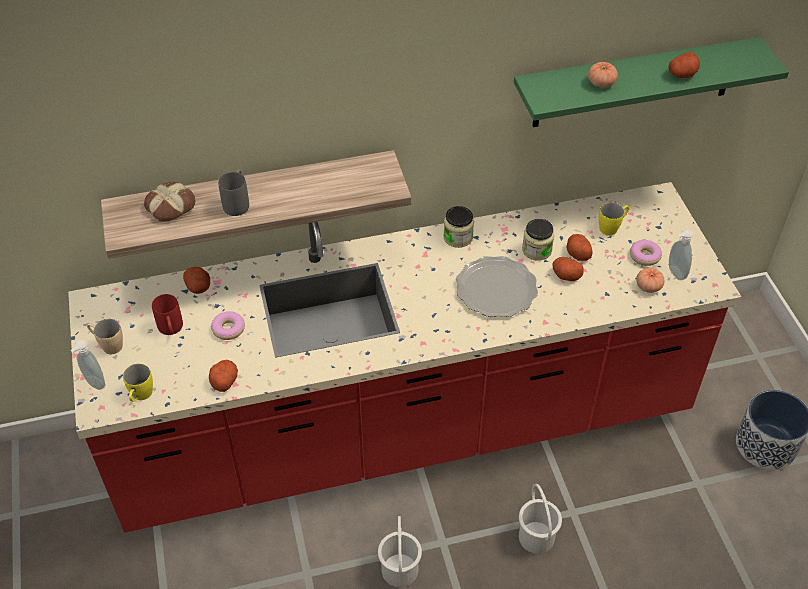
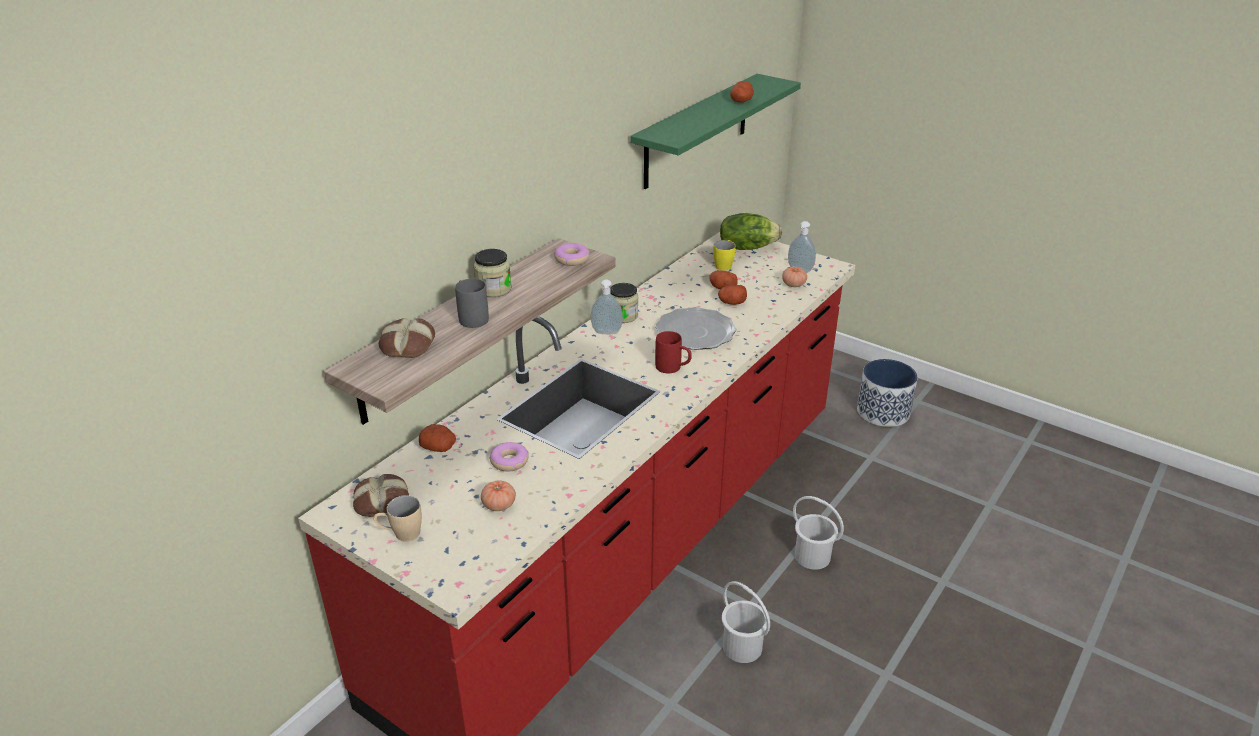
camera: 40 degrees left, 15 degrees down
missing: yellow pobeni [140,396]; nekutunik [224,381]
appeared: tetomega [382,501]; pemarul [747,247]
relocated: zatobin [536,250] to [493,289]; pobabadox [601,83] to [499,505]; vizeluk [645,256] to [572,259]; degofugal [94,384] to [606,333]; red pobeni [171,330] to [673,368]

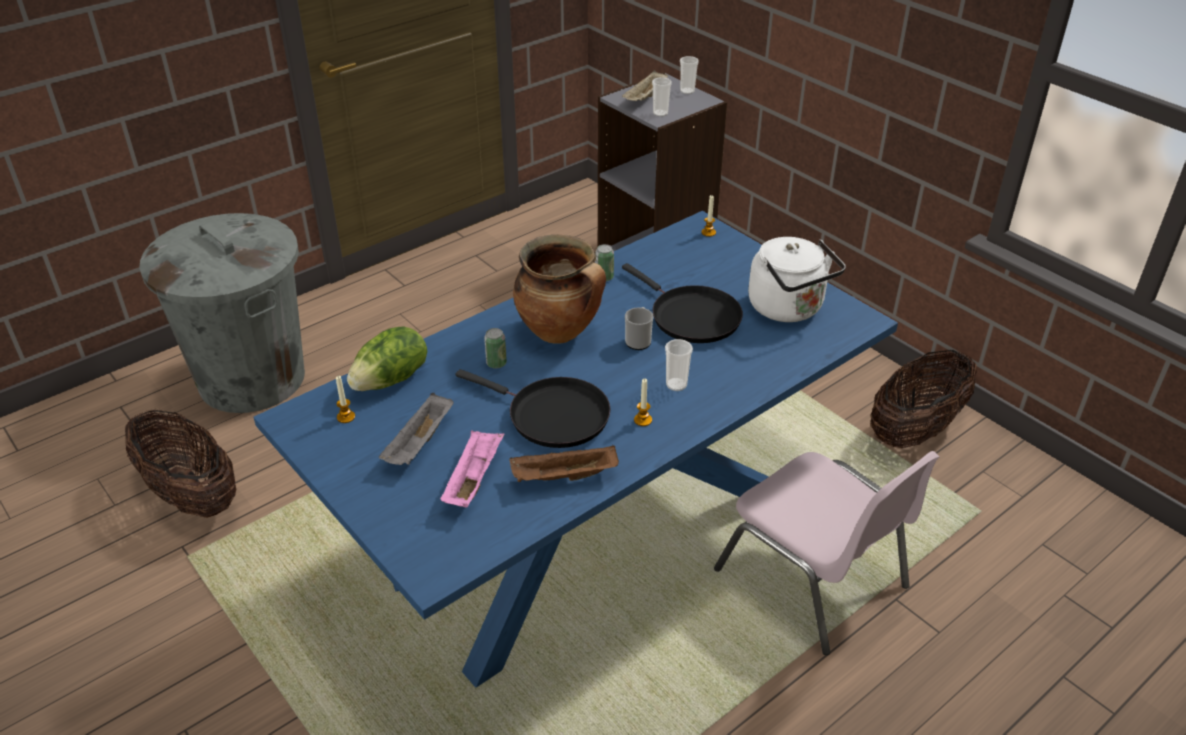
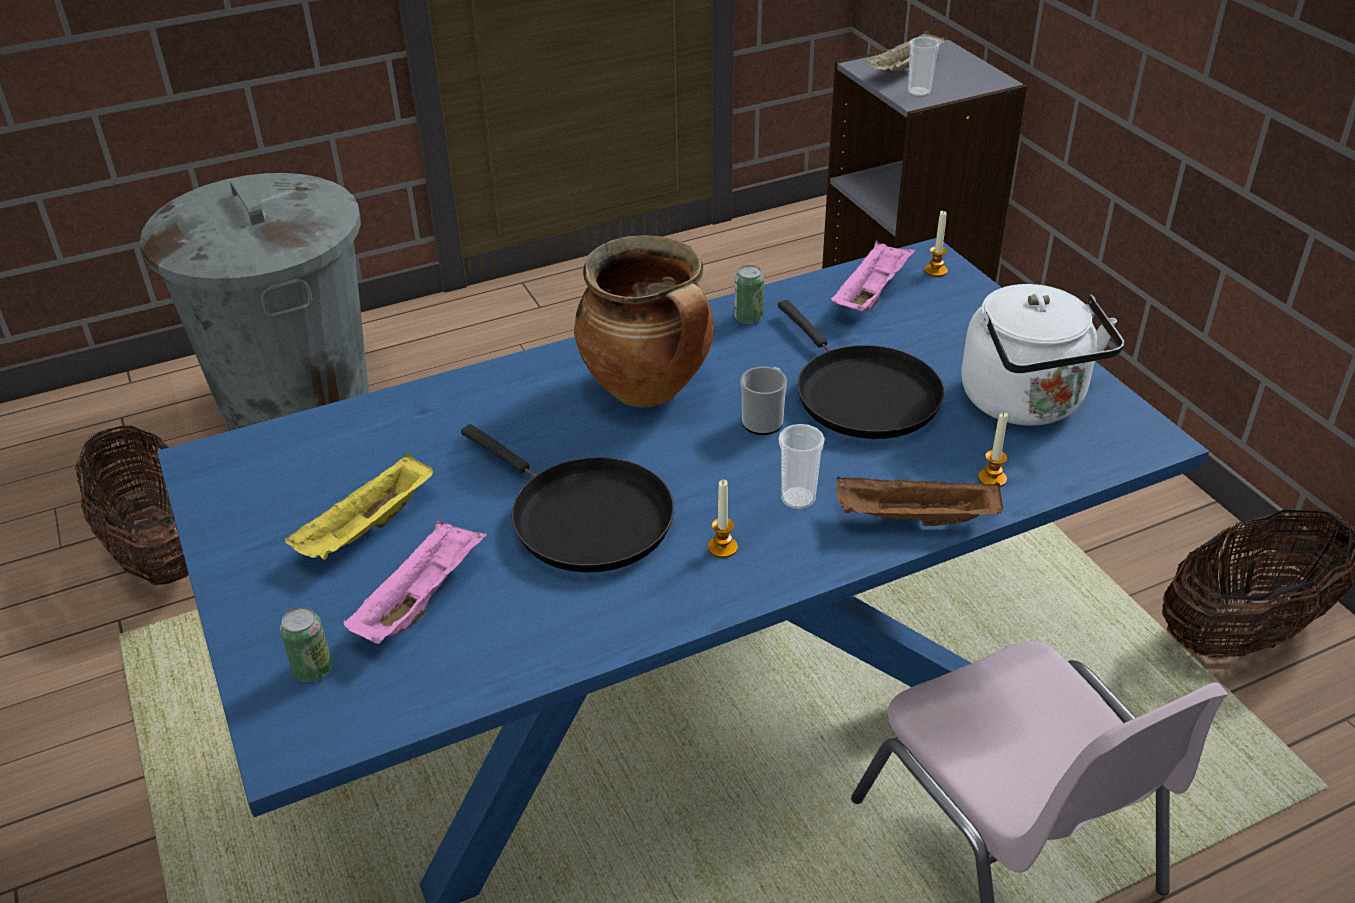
camera: 15 degrees right, 0 degrees up
missing: pemarul [392,379]; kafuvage [687,91]
appeared: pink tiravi [871,294]
relocated: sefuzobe [496,363] to [313,670]; brown tiravi [563,477] to [913,520]; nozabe [346,417] to [992,479]
colour: grey tiravi [420,444] to yellow tiravi [367,529]

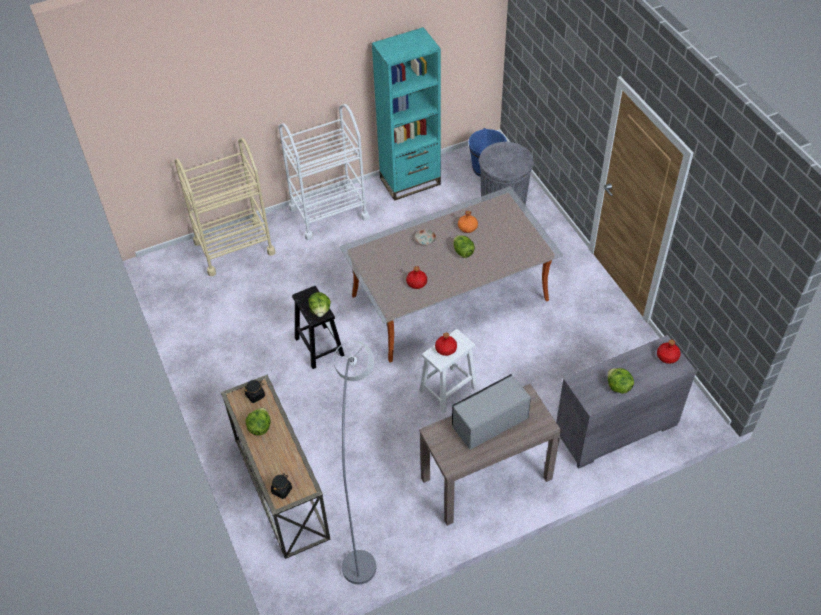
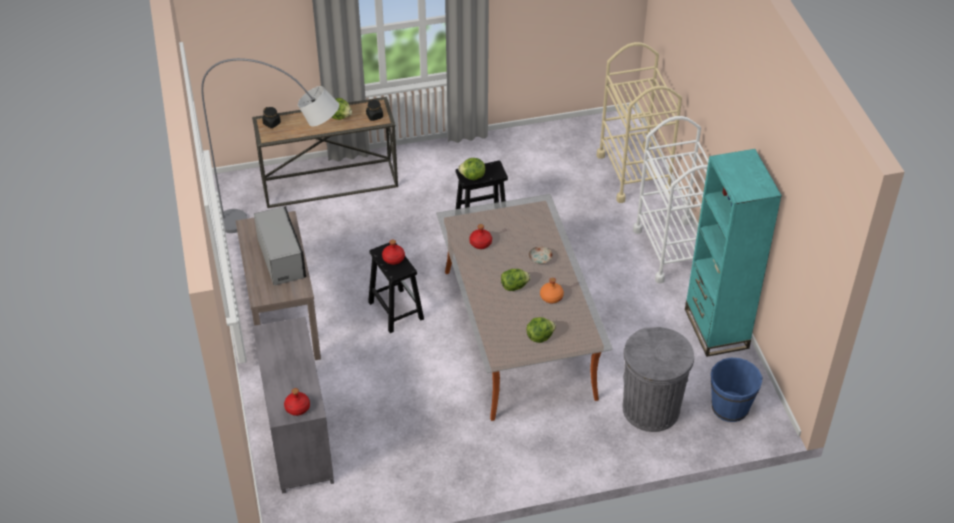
camera: 100 degrees right, 5 degrees down
relocated: pemarul [618,387] to [539,336]
colour: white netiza [447,390] to black netiza [395,310]

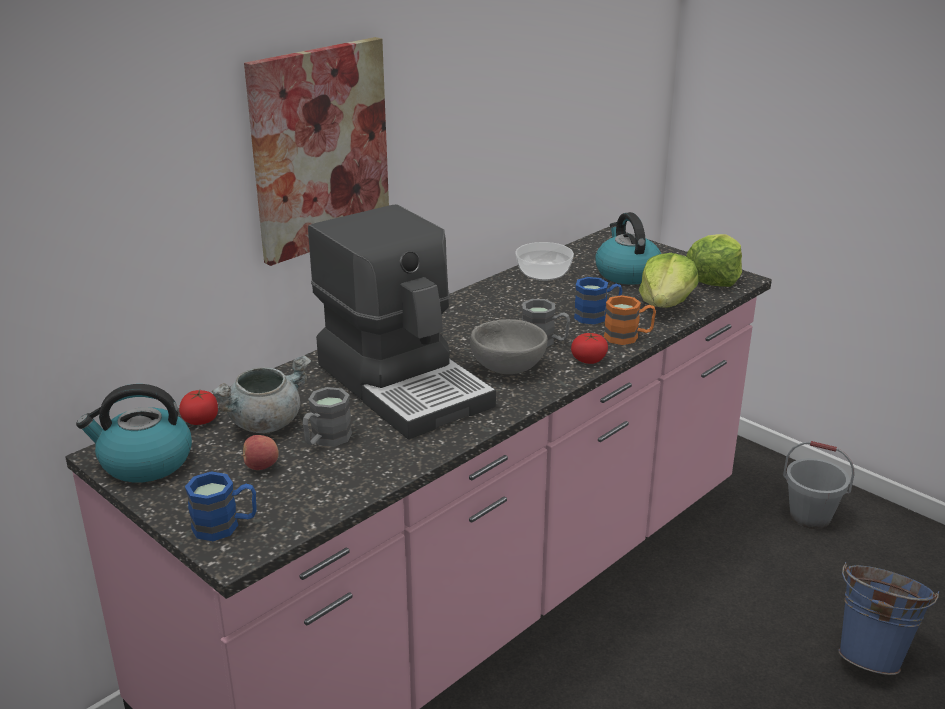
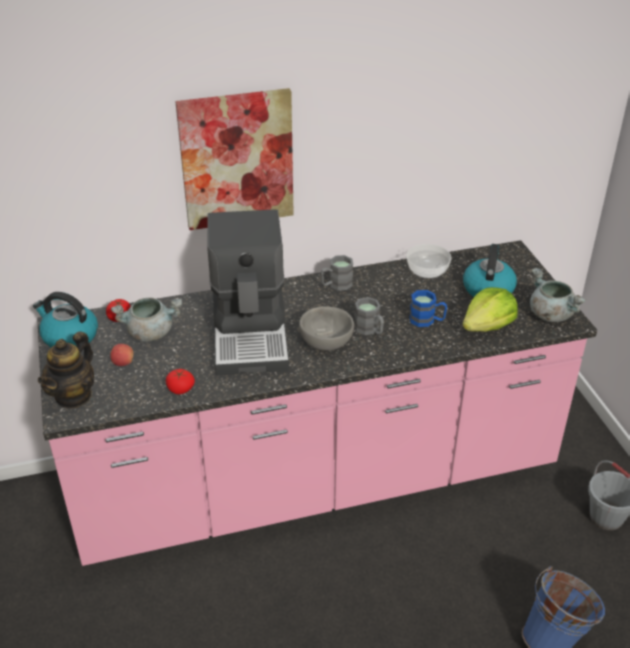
camera: 30 degrees right, 10 degrees up
missing: orange pobeni [628,337]
relocated: pobabadox [589,359] to [180,389]; grey pobeni [326,440] to [336,285]
exchanged: blue pobeni [225,526] to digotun [73,396]; pemarul [713,278] to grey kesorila [550,314]

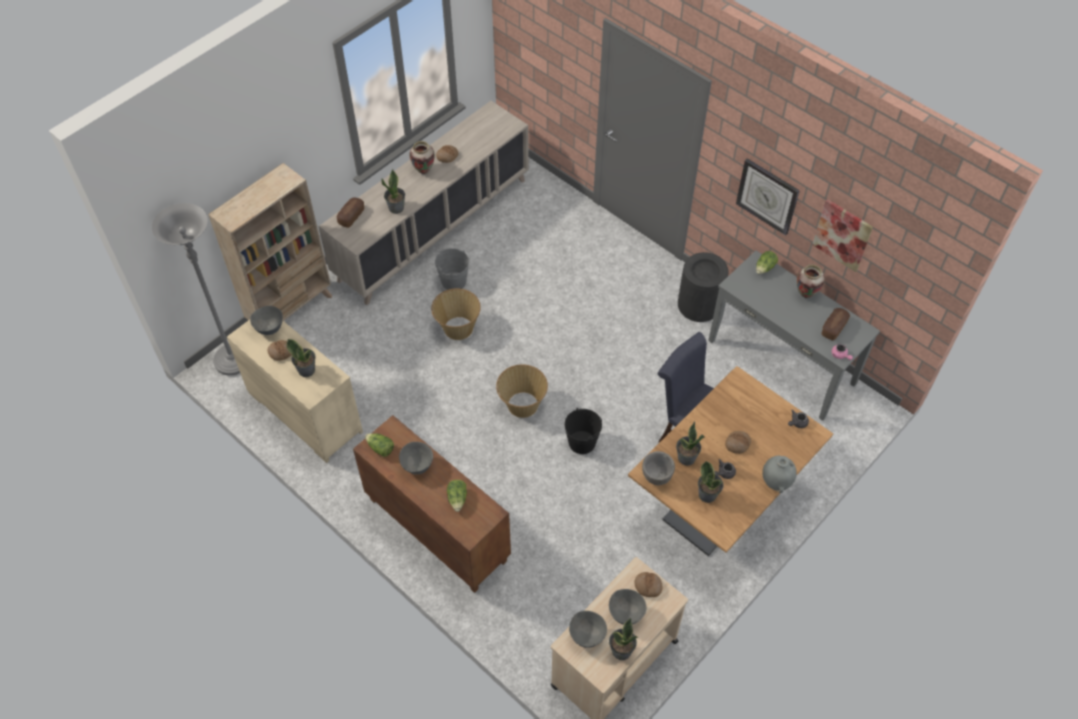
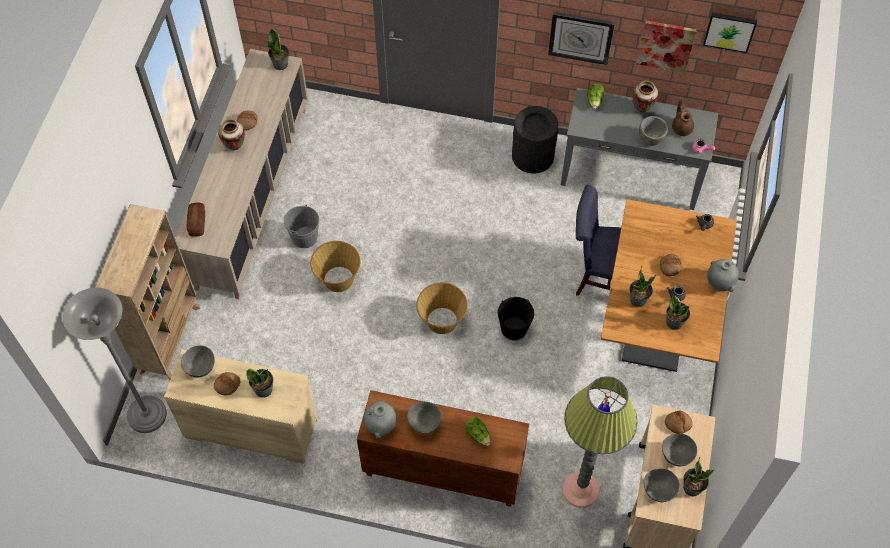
camera: 30 degrees left, 5 degrees up
appeared: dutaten [580,490]; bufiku [729,31]
relocated: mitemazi [396,208] to [280,64]; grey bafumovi [656,478] to [650,141]
exchanged: pemarul [380,448] to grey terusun [381,425]; tetomega [834,327] to brown digotun [681,127]

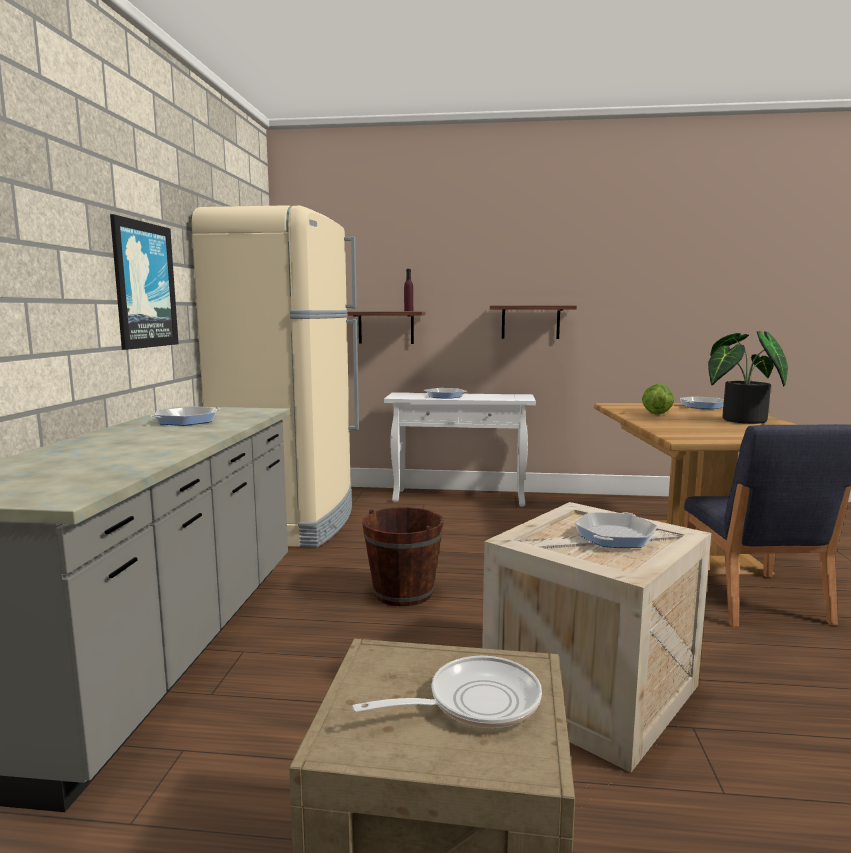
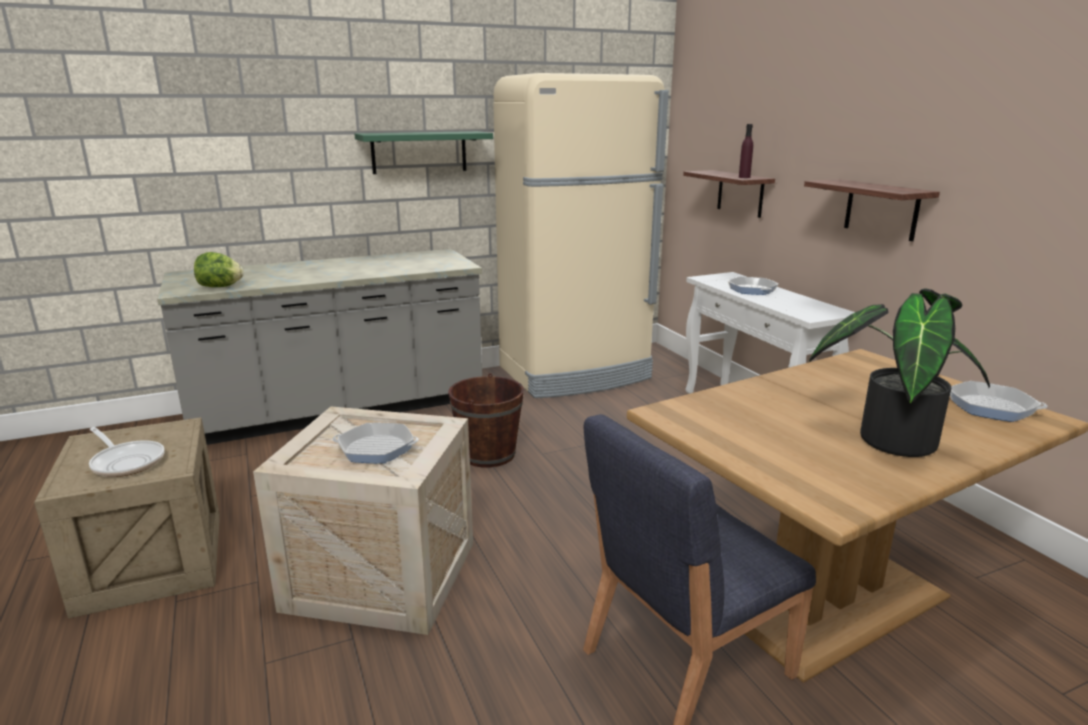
camera: 60 degrees right, 10 degrees up
missing: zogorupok [187,421]
relocated: pemarul [656,414] to [220,287]
exchanged: bufiku [144,285] to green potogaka [419,152]

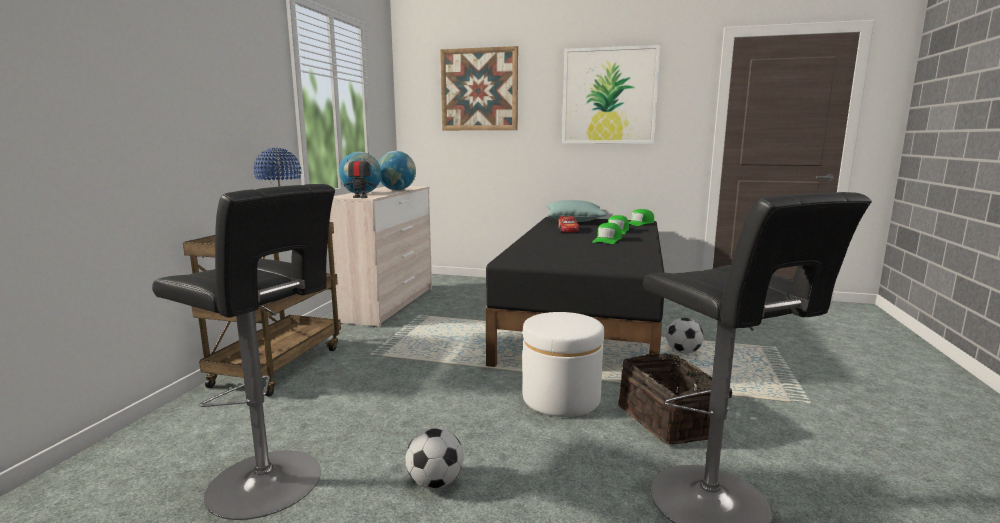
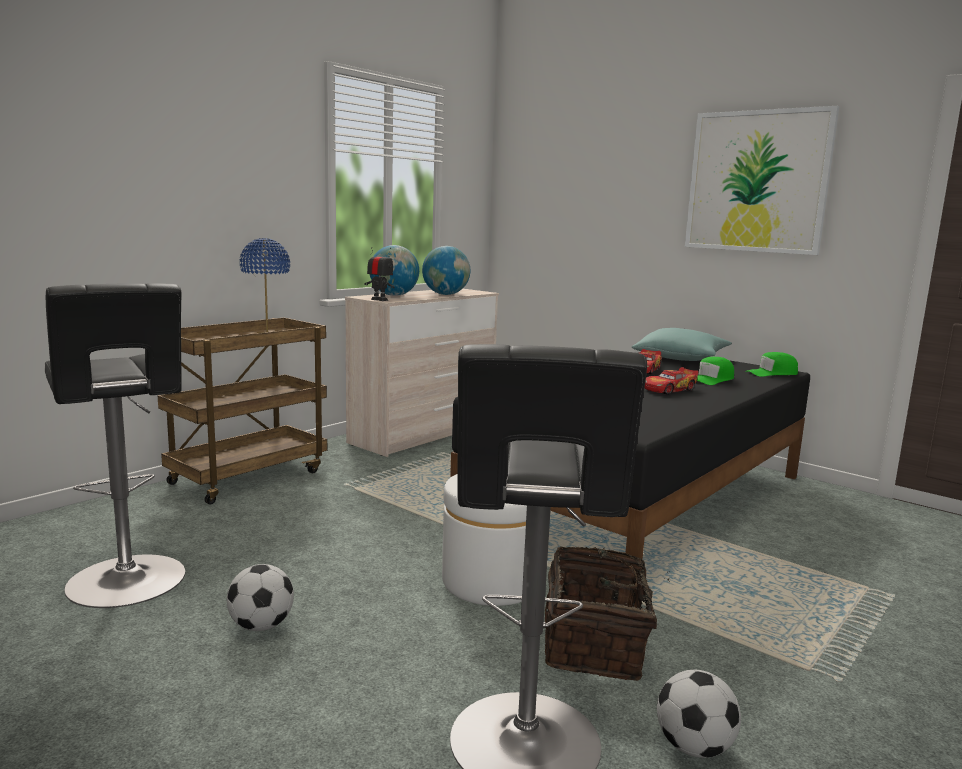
camera: 25 degrees right, 0 degrees up
missing: bufiku [479,89]
relocated: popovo [683,352] to [694,747]
exchanged: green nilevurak [607,240] to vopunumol [670,389]

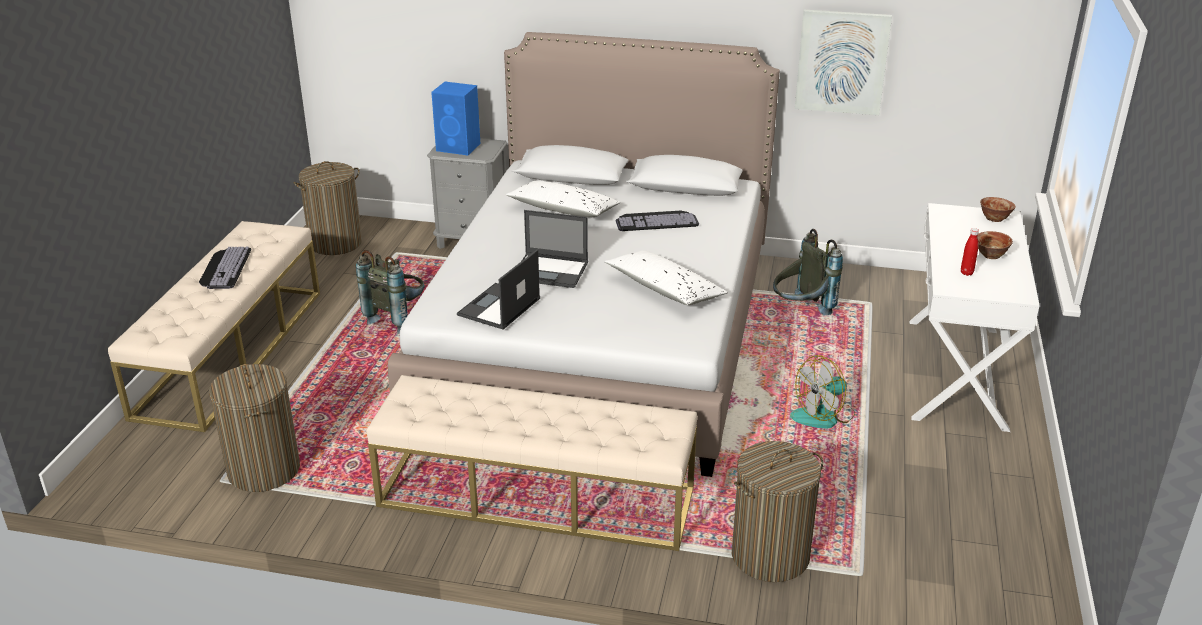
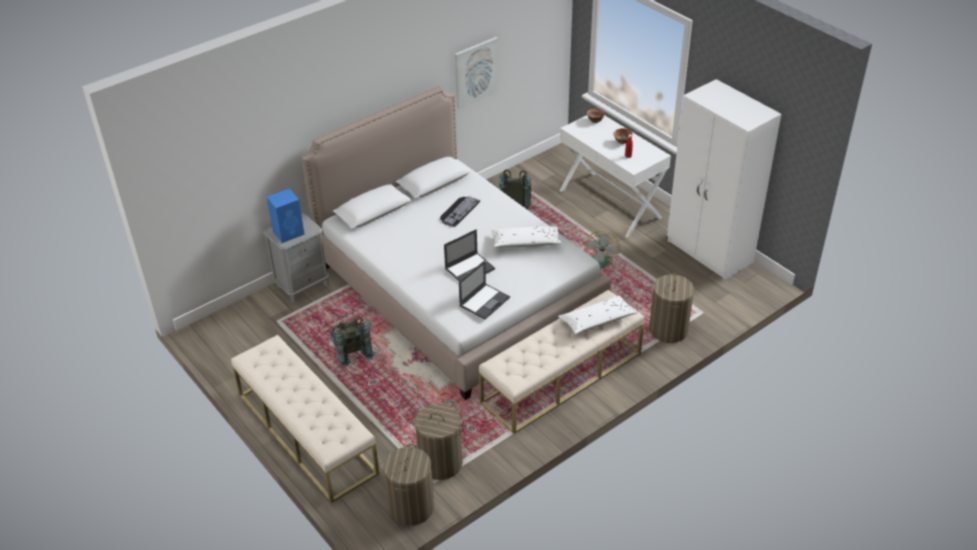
camera: 50 degrees left, 10 degrees up
missing: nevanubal [224,268]
appeared: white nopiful [709,252]
relocated: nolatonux [335,243] to [411,507]; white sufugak [563,210] to [597,320]
spun: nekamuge [498,307] = [485,301] 120 degrees counterclockwise

